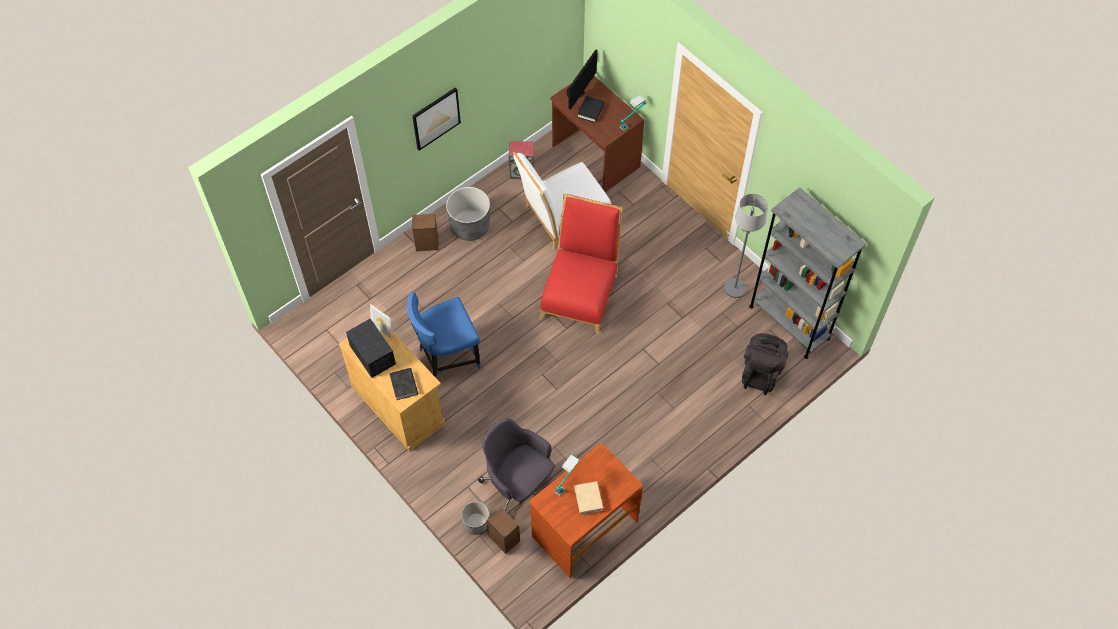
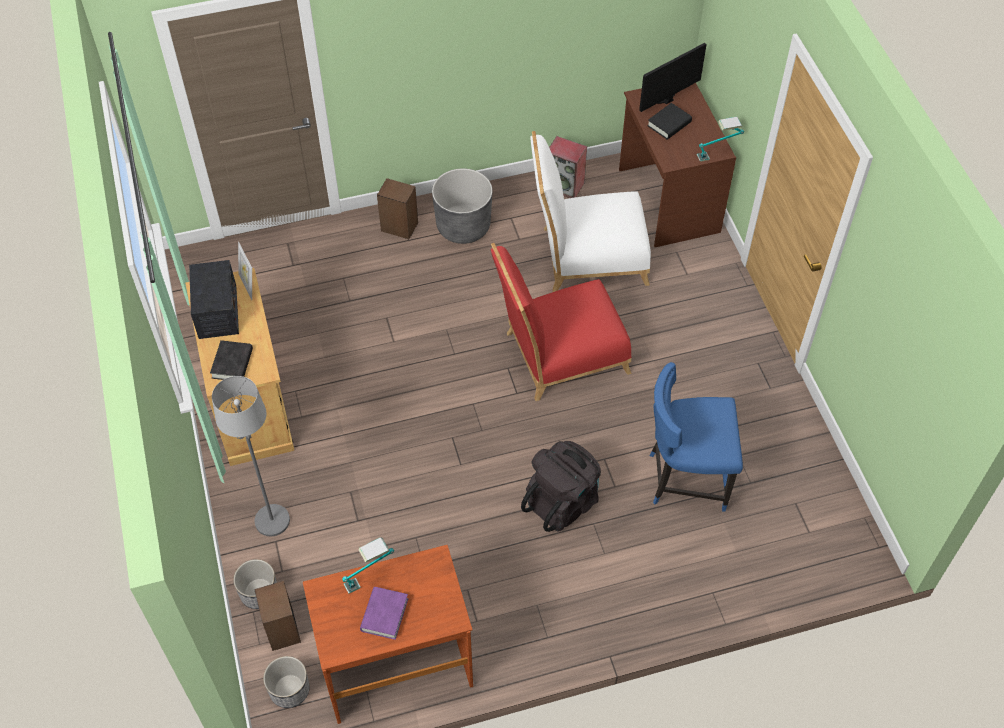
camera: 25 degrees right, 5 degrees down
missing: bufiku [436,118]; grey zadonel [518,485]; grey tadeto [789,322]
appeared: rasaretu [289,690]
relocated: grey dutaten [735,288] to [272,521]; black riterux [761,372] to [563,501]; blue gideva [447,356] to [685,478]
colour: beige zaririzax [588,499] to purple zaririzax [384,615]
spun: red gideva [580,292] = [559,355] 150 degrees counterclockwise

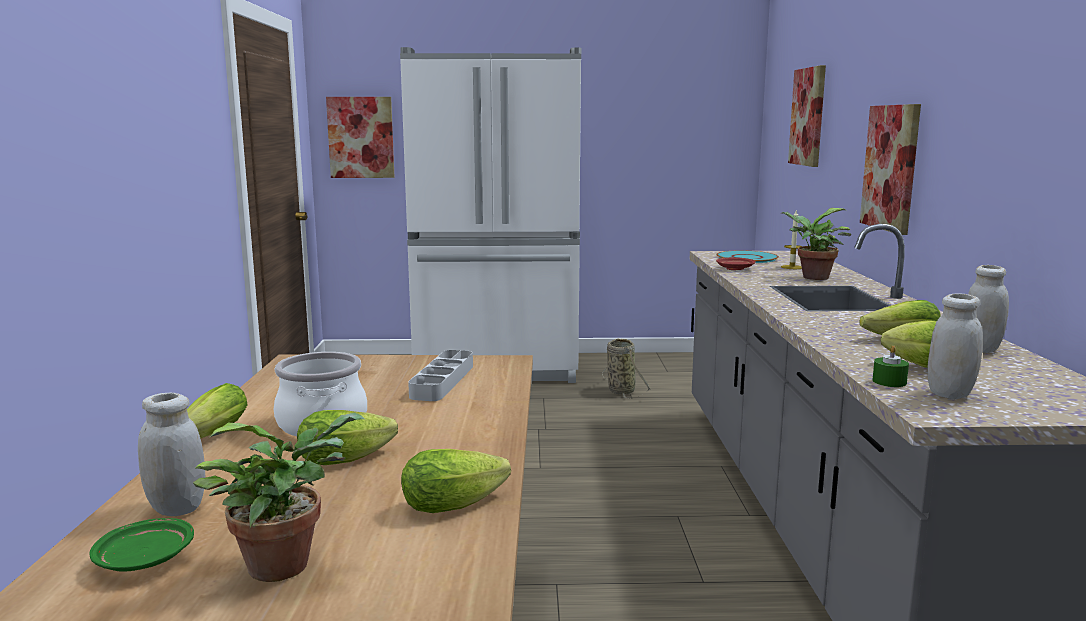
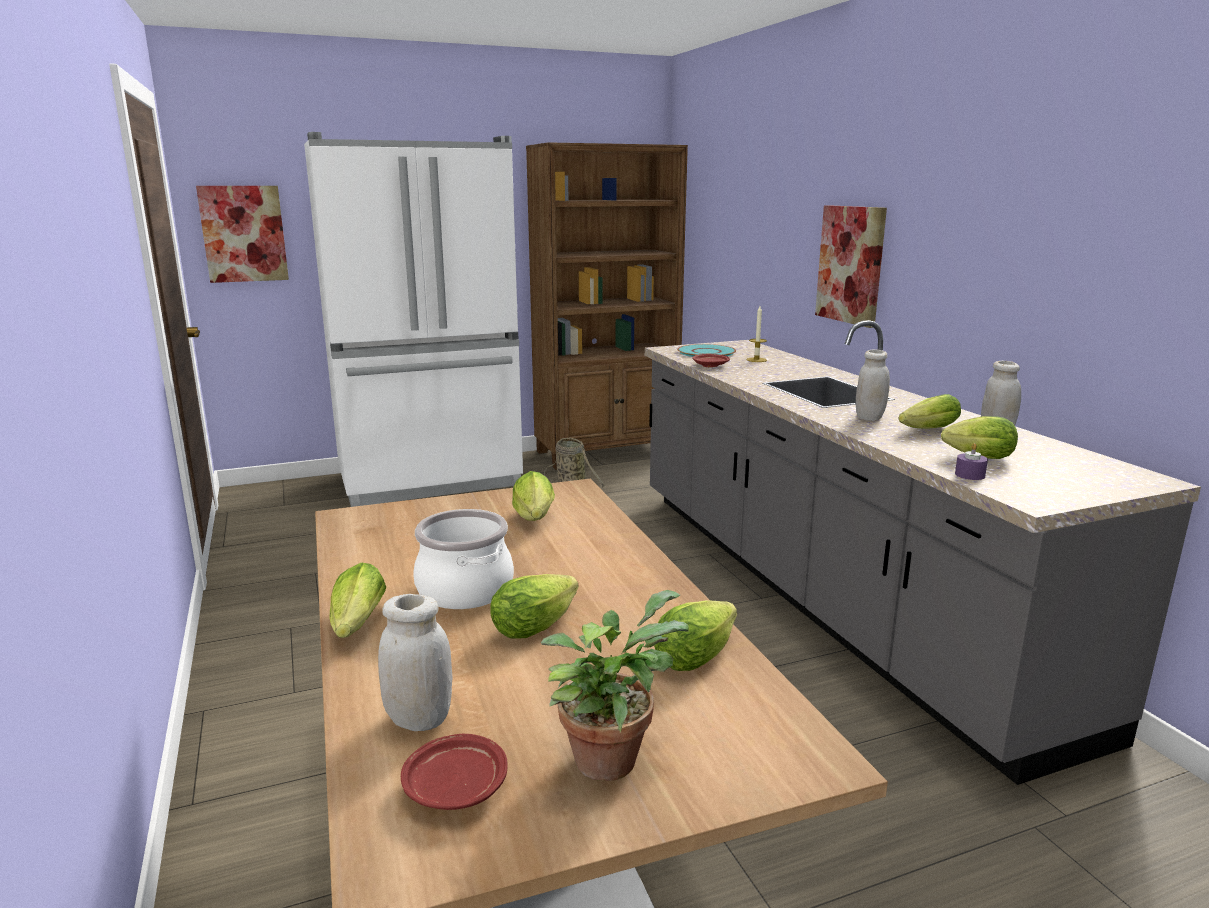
camera: 20 degrees left, 5 degrees up
missing: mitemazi [812,277]; bufiku [808,117]
appeared: brown tadeto [607,453]
relocated: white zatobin [950,394] to [869,418]
exchanged: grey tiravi [442,381] to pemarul [534,520]
colour: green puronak [145,559] to red puronak [455,786]; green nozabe [889,382] to purple nozabe [969,475]

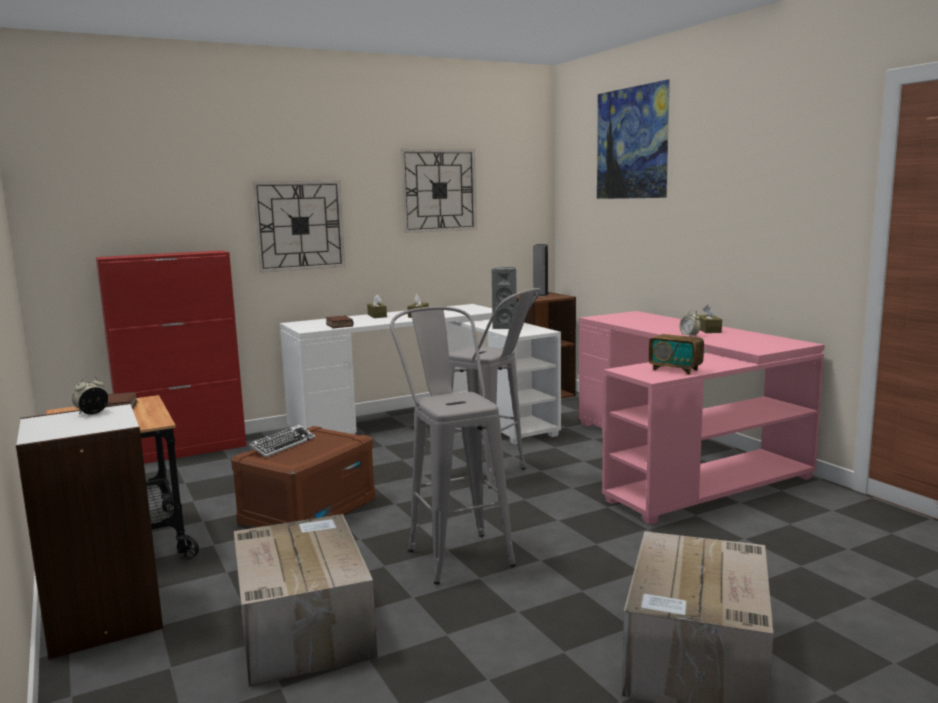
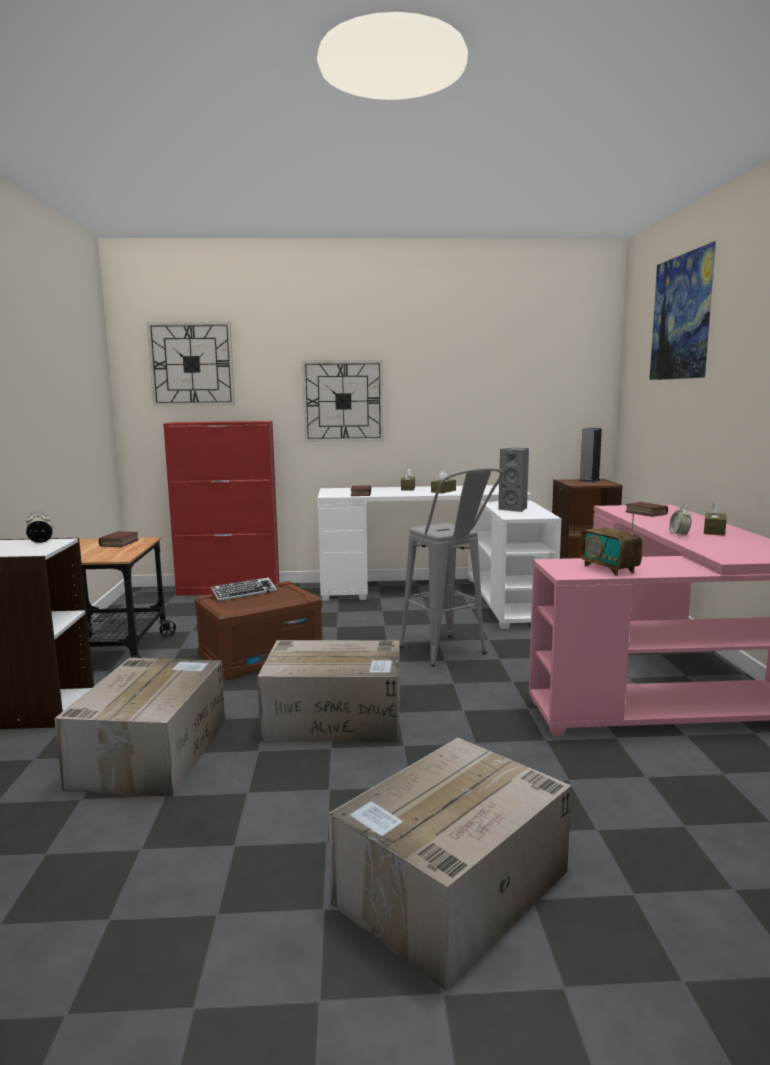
camera: 25 degrees right, 0 degrees up
appeared: zaririzax [644,513]
relocated: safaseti [439,190] to [191,364]
exchanged: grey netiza [454,551] to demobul [336,718]

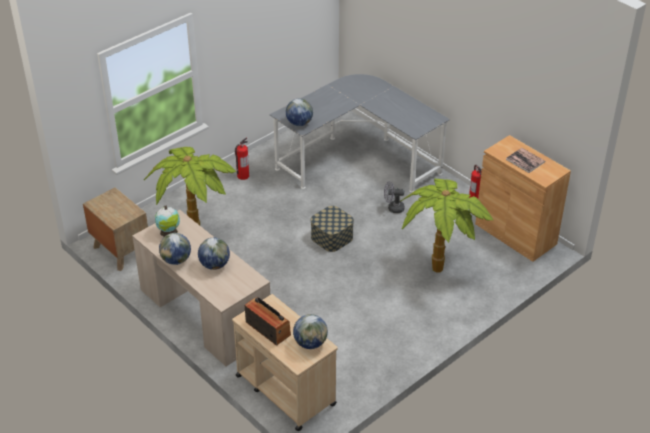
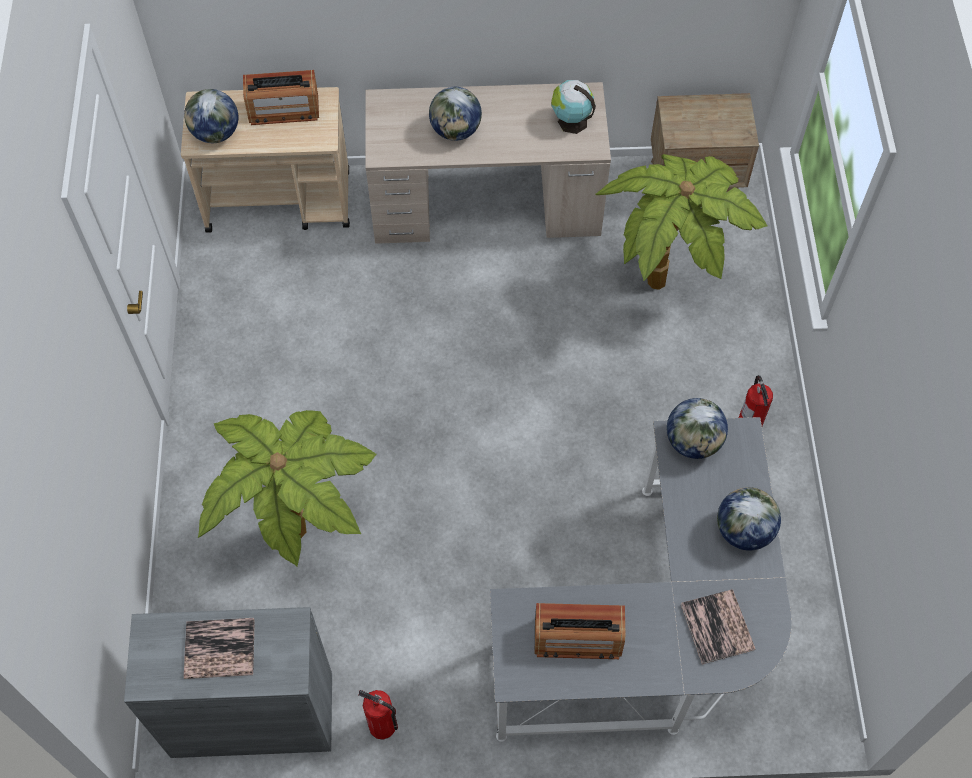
camera: 130 degrees right, 20 degrees up
missing: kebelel [332,237]; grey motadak [393,208]
appeared: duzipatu [577,638]; zaririzax [717,627]
relocated: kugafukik [176,260] to [743,531]
colour: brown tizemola [515,234] to grey tizemola [252,715]

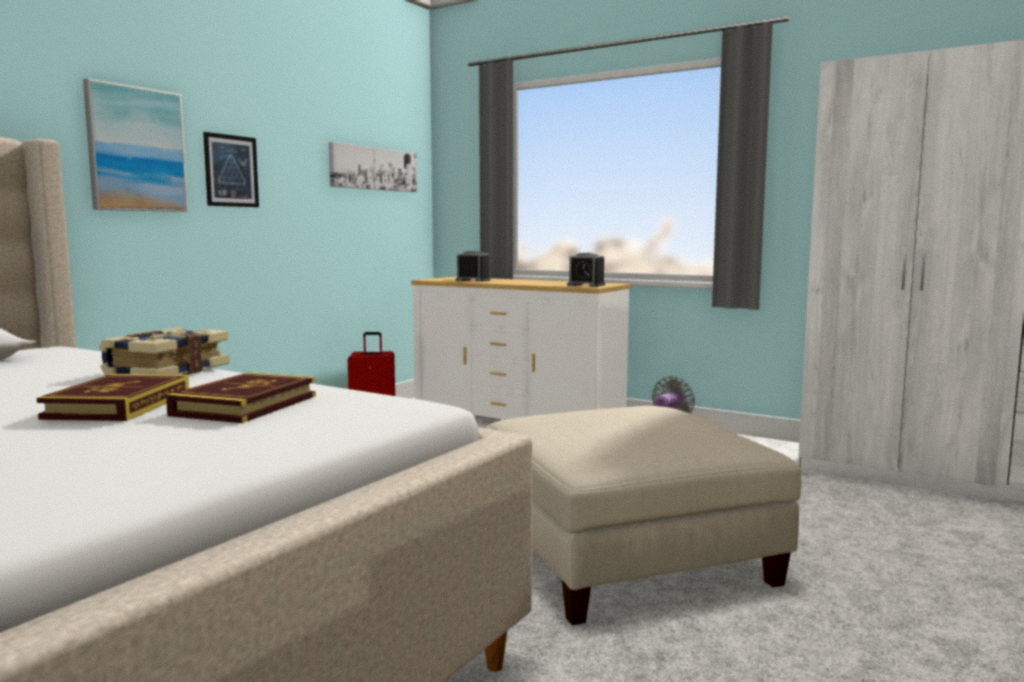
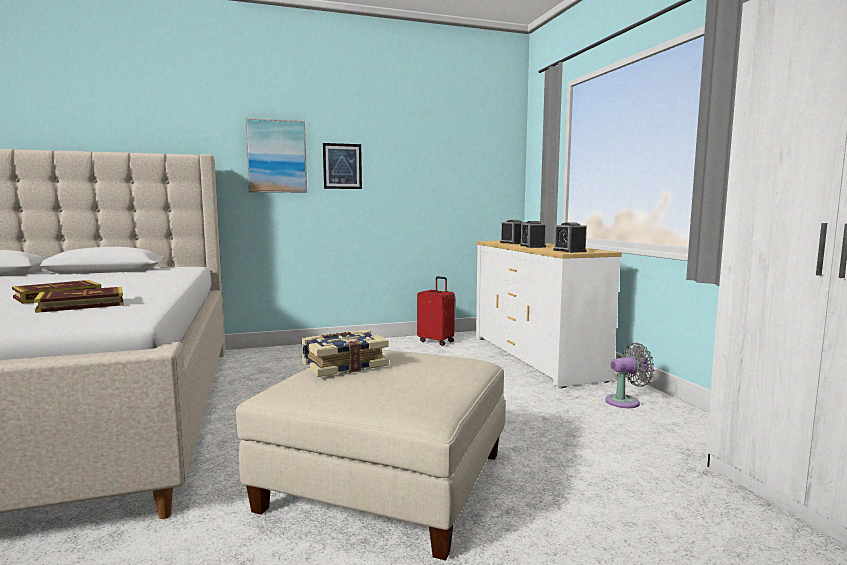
camera: 40 degrees right, 0 degrees up
missing: bufiku [373,169]
appeared: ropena [533,246]
relocated: zaririzax [166,371] to [343,365]

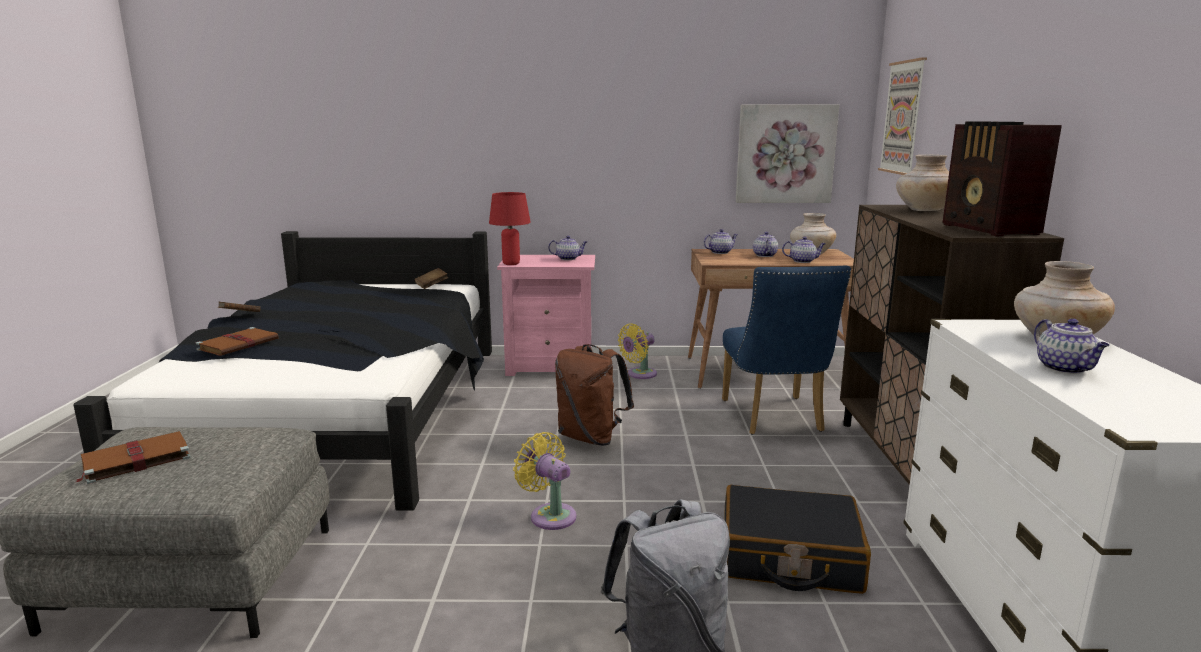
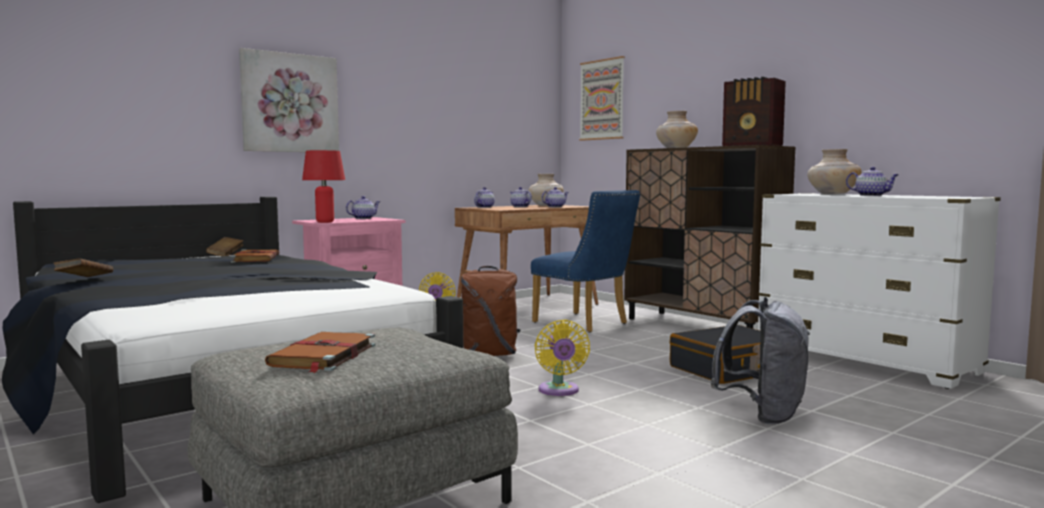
camera: 40 degrees left, 10 degrees down
relocated: brown zaririzax [239,344] to [256,258]; bufiku [785,154] to [289,103]
spun: yellow motadak [550,515] = [559,391] 105 degrees counterclockwise

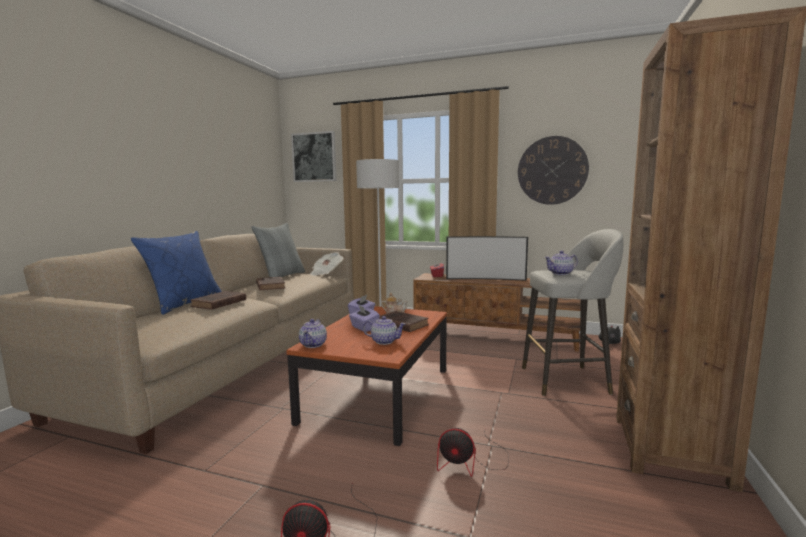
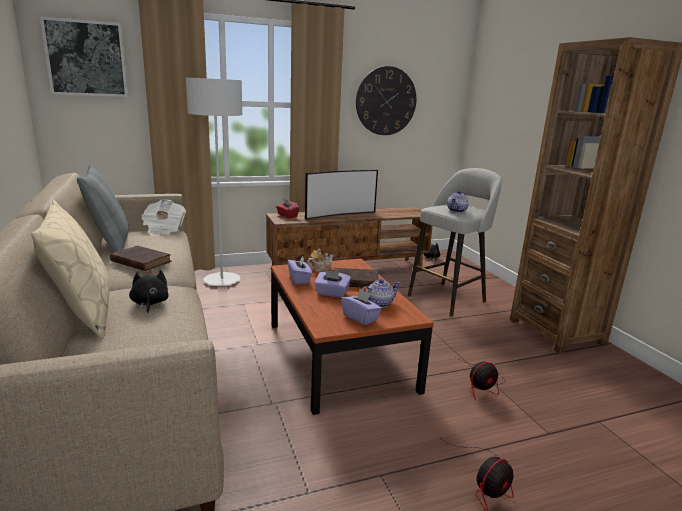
camera: 40 degrees left, 10 degrees up
missing: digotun [313,344]
appeared: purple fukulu [360,318]
exchanged: brown zaririzax [218,303] to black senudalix [149,303]
colour: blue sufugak [184,303] to beige sufugak [83,314]

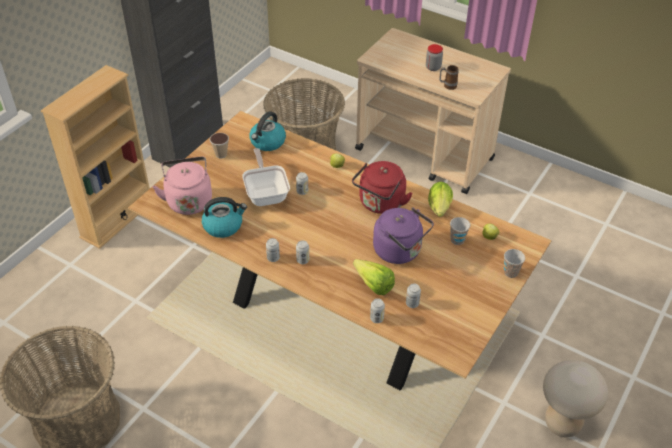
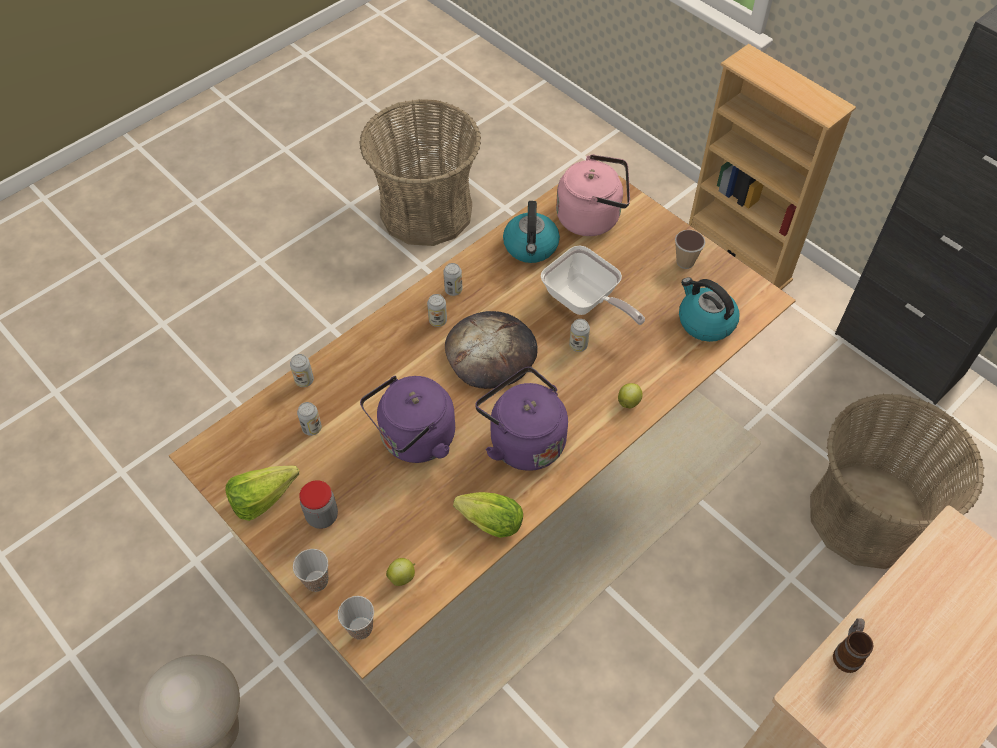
camera: 105 degrees right, 10 degrees up
appeared: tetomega [491,352]
relocated: pemarul [371,282] to [269,497]; zatobin [433,67] to [322,516]; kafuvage [457,240] to [360,628]
colour: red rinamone [380,204] to purple rinamone [523,440]
spun: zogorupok [266,193] = [585,302] 45 degrees clockwise

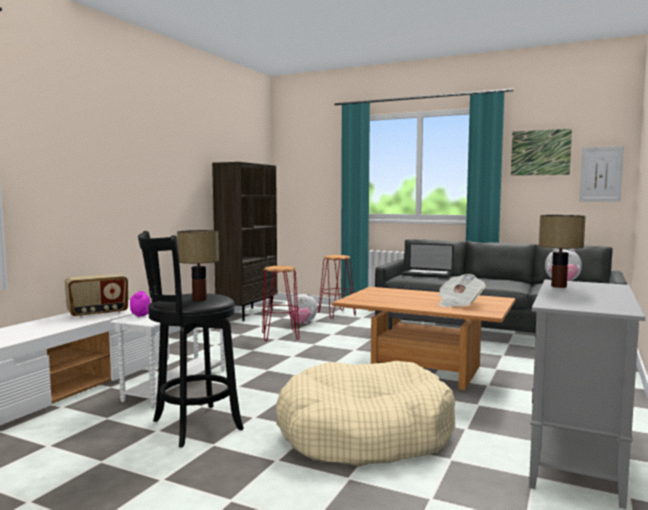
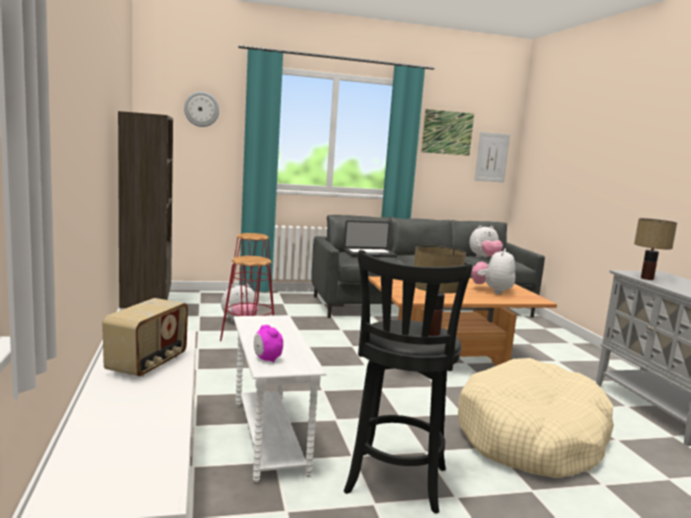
camera: 40 degrees left, 5 degrees up
appeared: safaseti [201,109]
exchanged: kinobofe [459,304] to senudalix [492,291]

